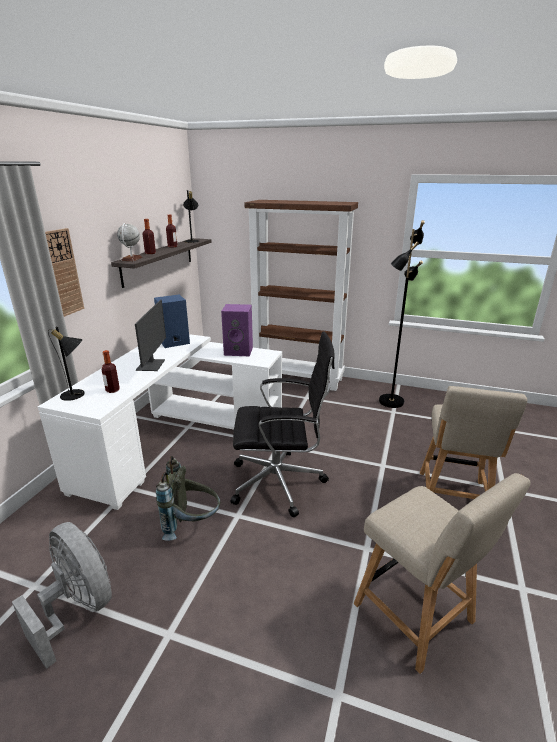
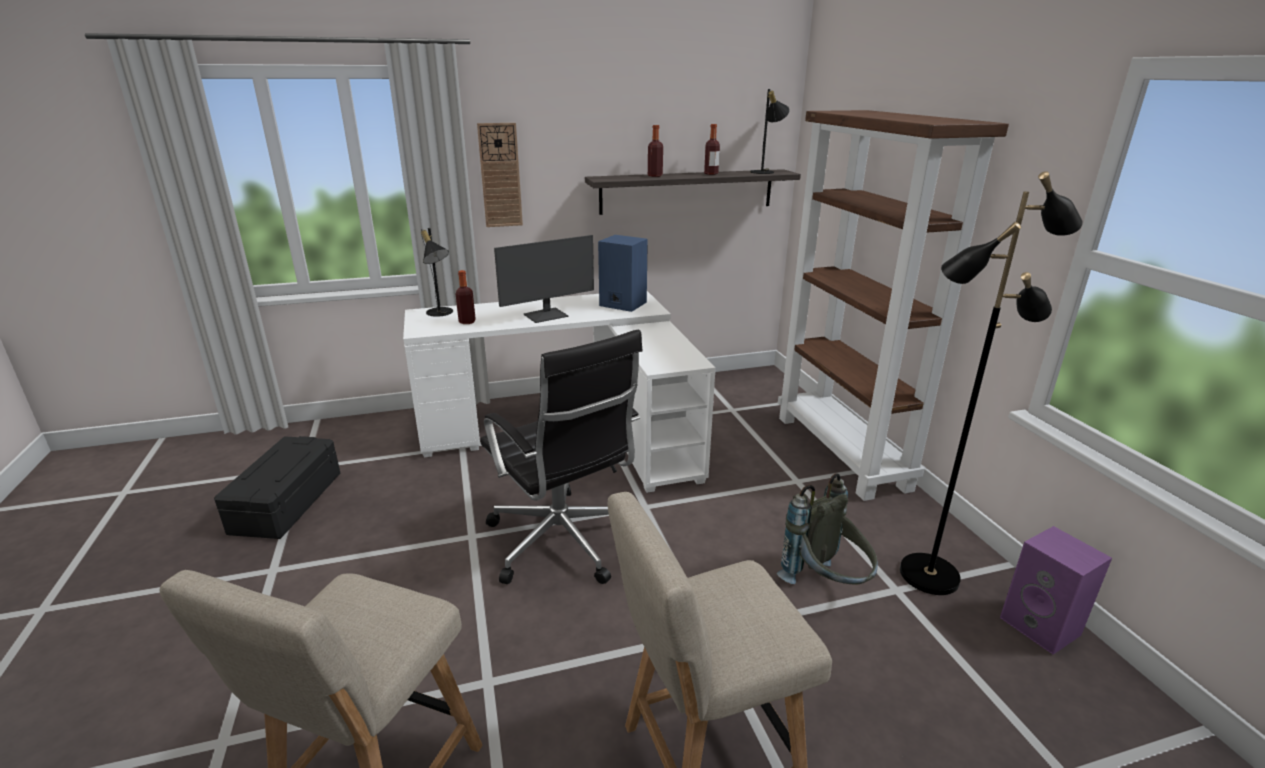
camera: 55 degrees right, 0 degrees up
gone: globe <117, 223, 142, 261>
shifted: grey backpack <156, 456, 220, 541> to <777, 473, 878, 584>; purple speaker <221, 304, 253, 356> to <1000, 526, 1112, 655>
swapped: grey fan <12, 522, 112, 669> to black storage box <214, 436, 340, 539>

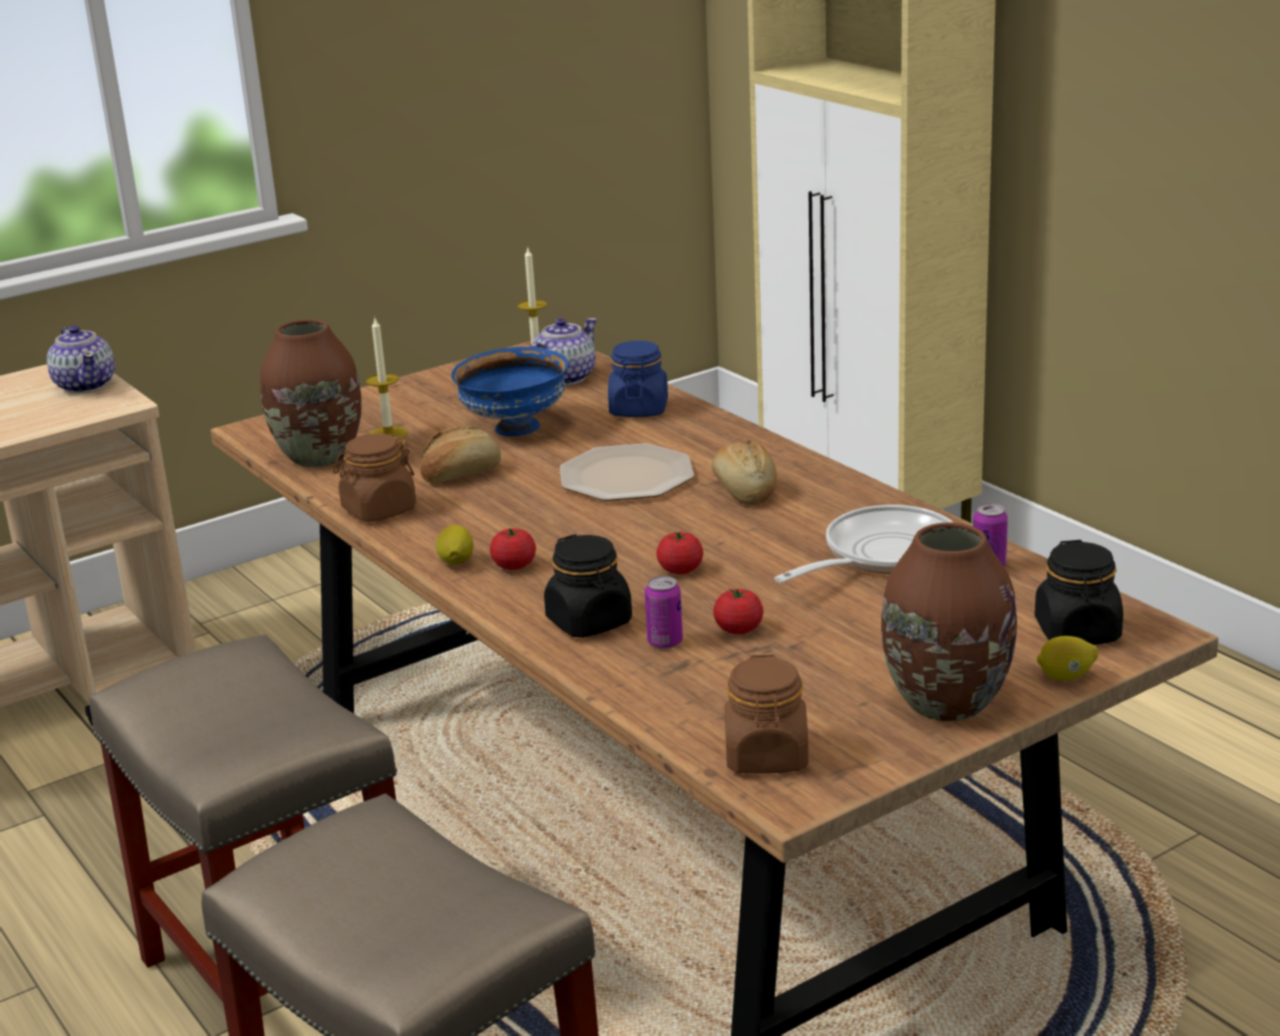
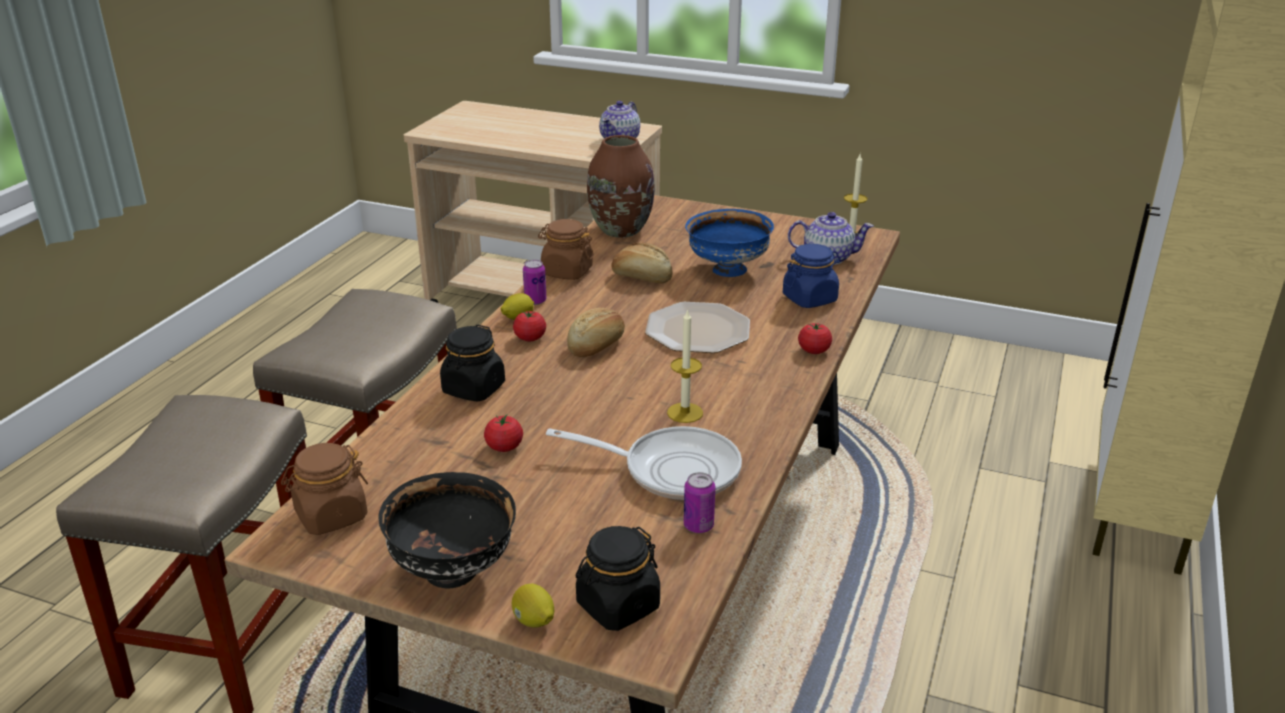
camera: 55 degrees right, 5 degrees up
shifted: can <645, 576, 683, 649> to <523, 260, 546, 305>; bread <712, 440, 777, 505> to <567, 308, 625, 357>; candle <366, 316, 408, 440> to <667, 309, 703, 423>; tomato <656, 532, 703, 574> to <798, 323, 832, 354>
swapped: brown vase <881, 522, 1017, 721> to black bowl <378, 472, 516, 589>

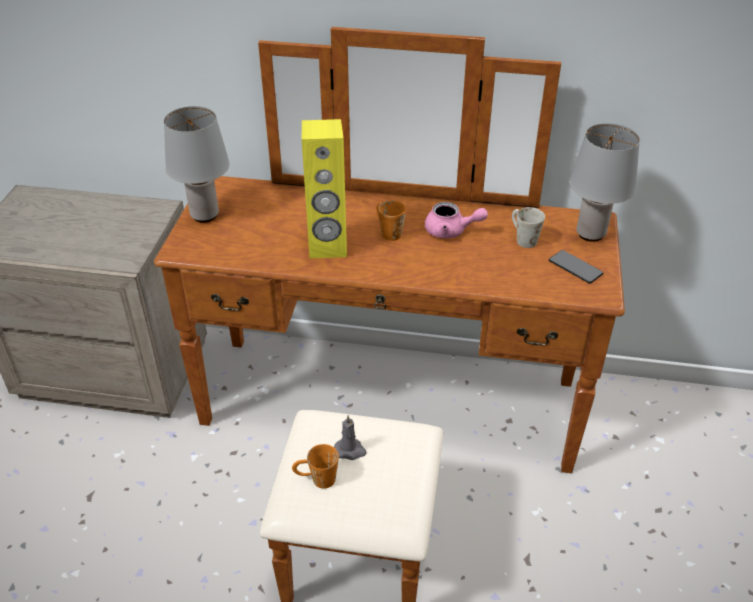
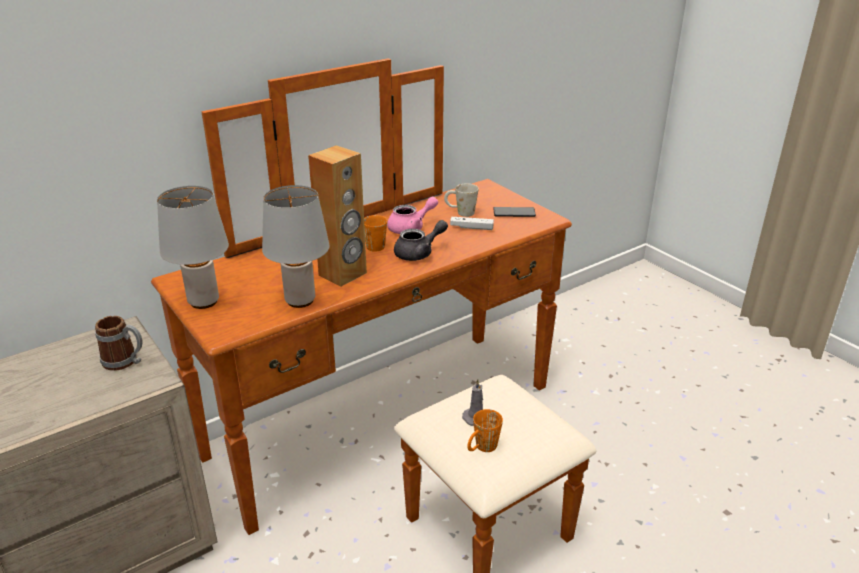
camera: 45 degrees left, 10 degrees down
new: mug <95, 316, 143, 371>; grey teapot <394, 220, 448, 261>; white game controller <450, 217, 494, 230>
shifted: grey table lamp <569, 124, 640, 242> to <262, 185, 329, 308>
repainted: yellow speaker <302, 119, 347, 258> to brown speaker <308, 145, 367, 287>

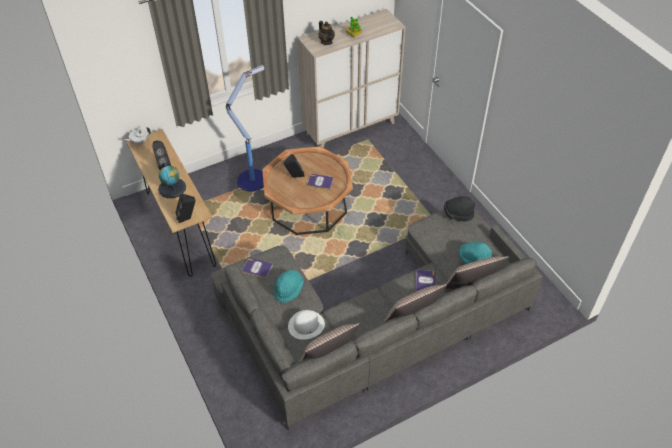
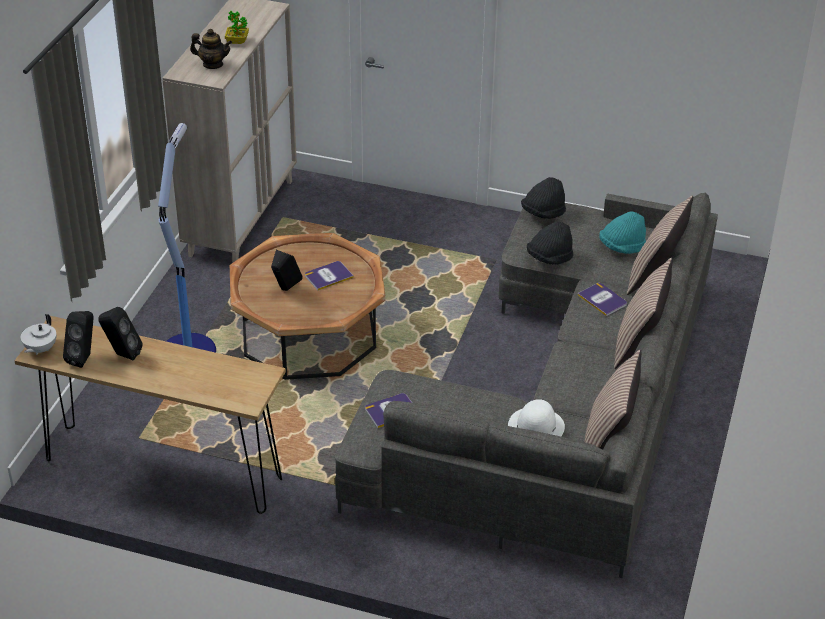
camera: 45 degrees left, 10 degrees down
gone: globe <158, 163, 186, 198>; turquoise hat <274, 270, 304, 303>
new: black hat <527, 221, 573, 265>
shifted: black speaker <176, 194, 196, 223> to <63, 311, 94, 368>

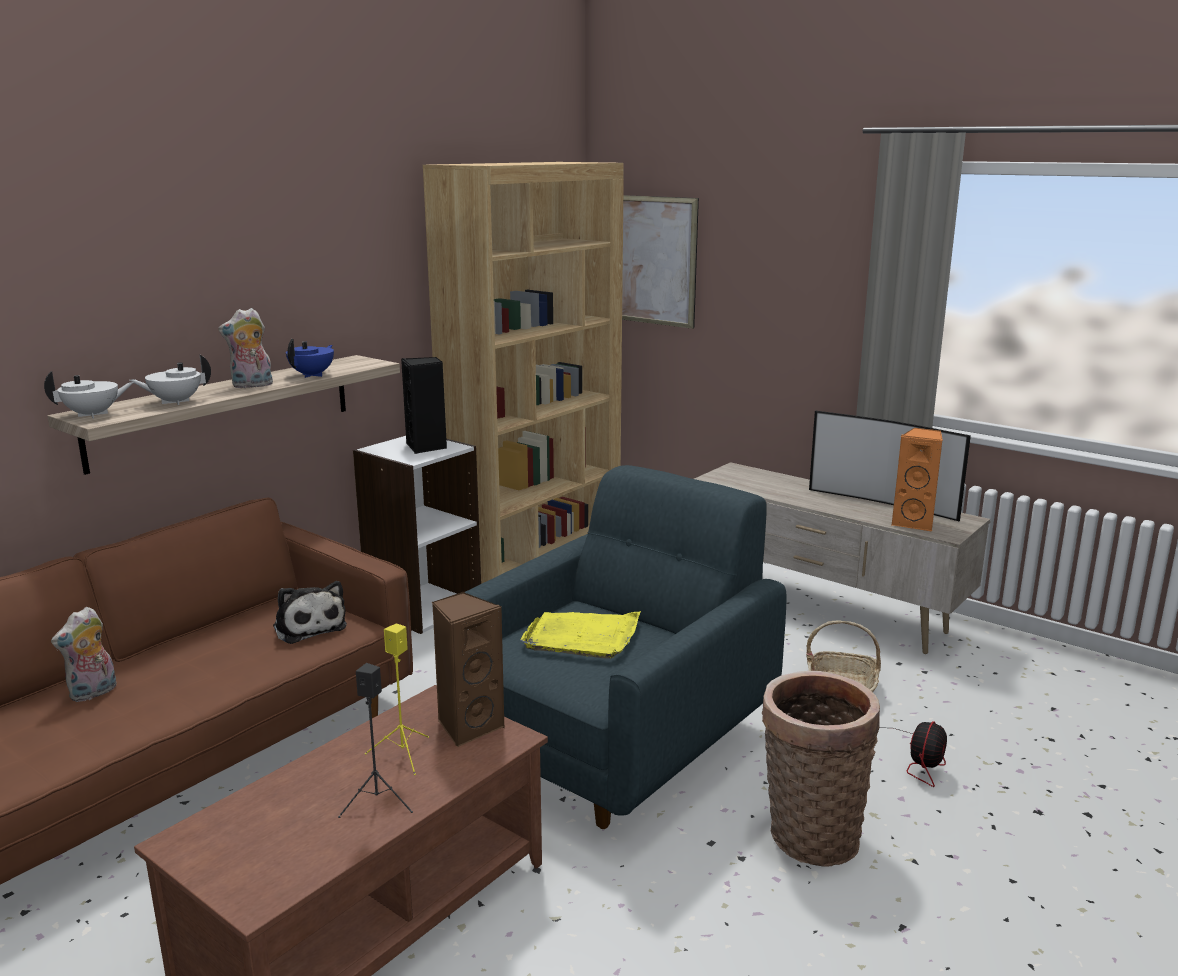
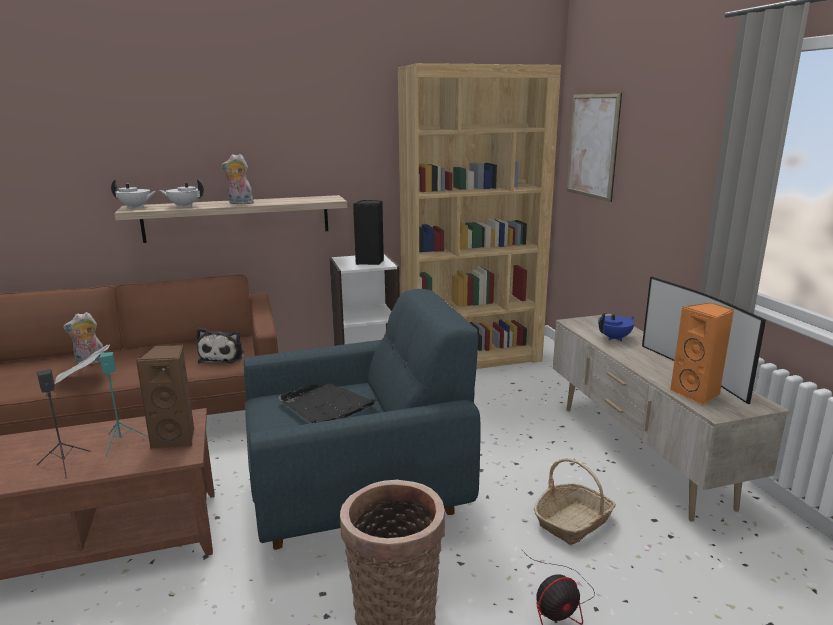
camera: 35 degrees right, 0 degrees up
new: newspaper <54, 345, 110, 384>
shifted: blue teapot <286, 339, 334, 378> to <598, 313, 635, 341>
repainted: yellow speaker <365, 623, 429, 775> to turquoise speaker <100, 352, 148, 457>; yellow tray <520, 611, 641, 659> to black tray <278, 383, 378, 423>

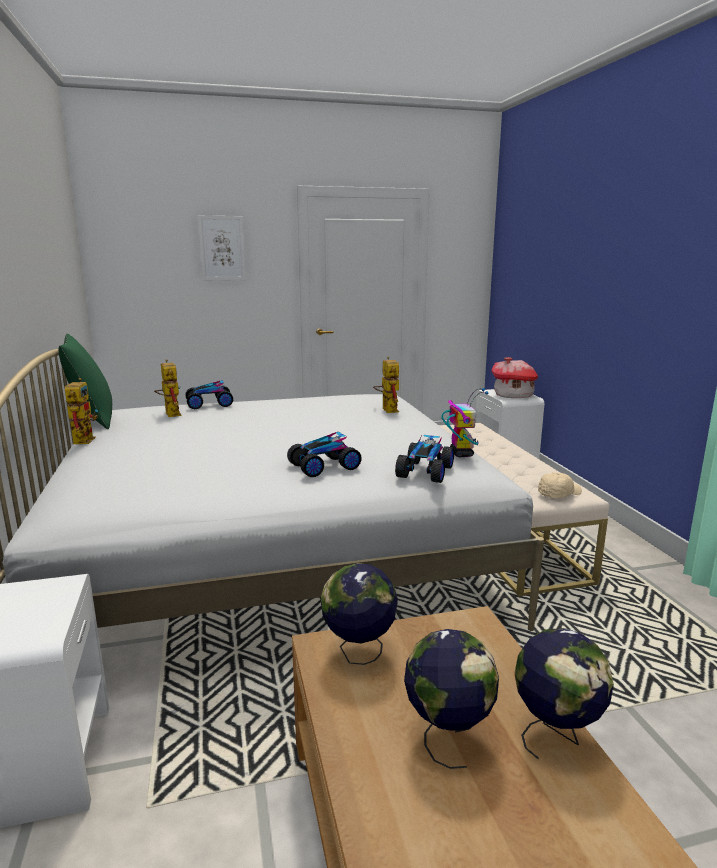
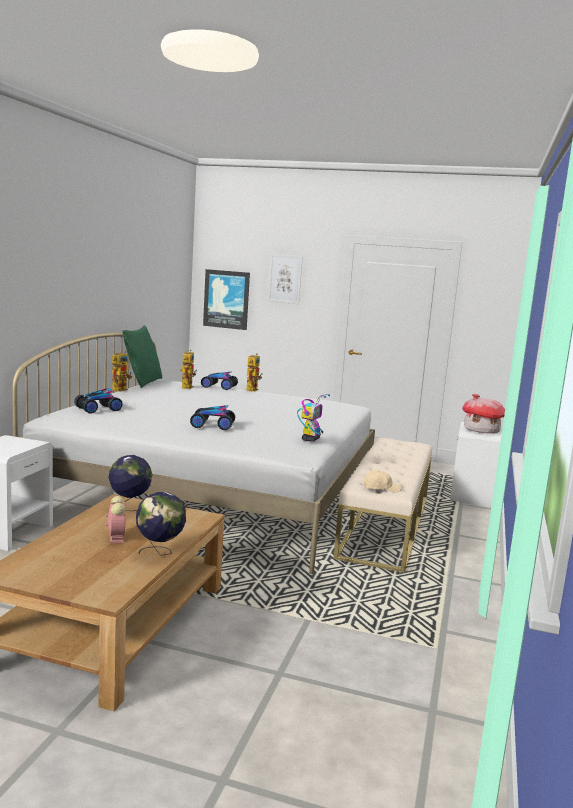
camera: 30 degrees right, 5 degrees down
new: picture <203, 269, 250, 330>
shifted: toy car <395, 435, 454, 483> to <74, 388, 123, 414>; toy robot <373, 357, 399, 413> to <246, 353, 263, 392>
swapped: globe <404, 629, 499, 769> to alarm clock <106, 496, 126, 543>

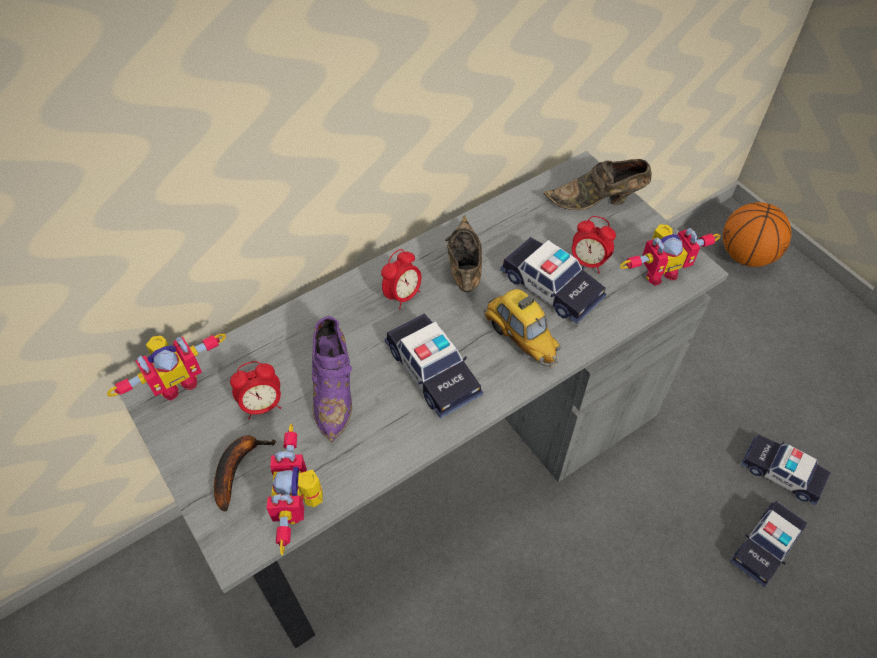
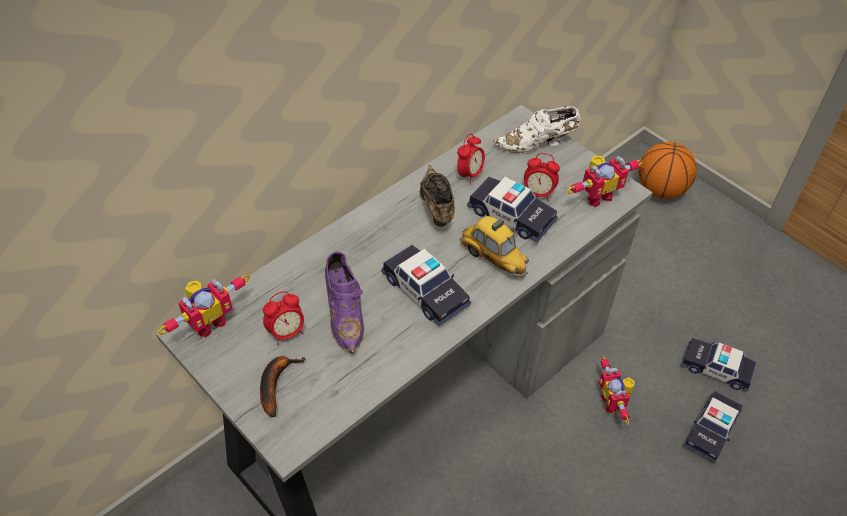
camera: 10 degrees left, 5 degrees down
shifted: alarm clock <381, 249, 422, 309> to <457, 134, 485, 184>; toy robot <267, 424, 323, 555> to <599, 355, 635, 424>
repainted: brown shoe <544, 159, 652, 210> to white shoe <493, 106, 580, 153>

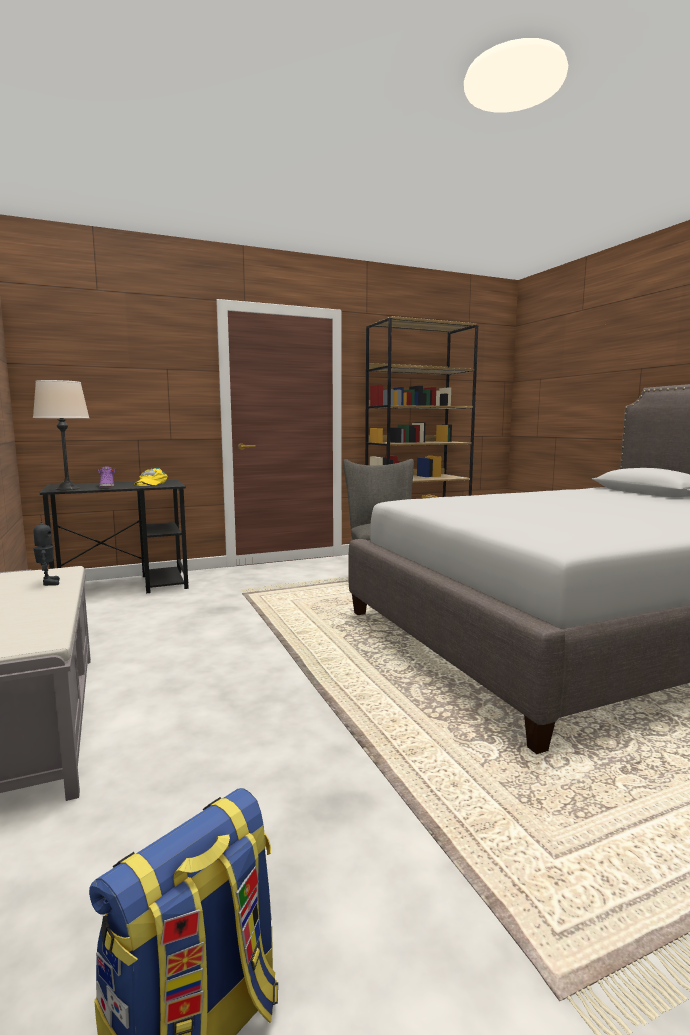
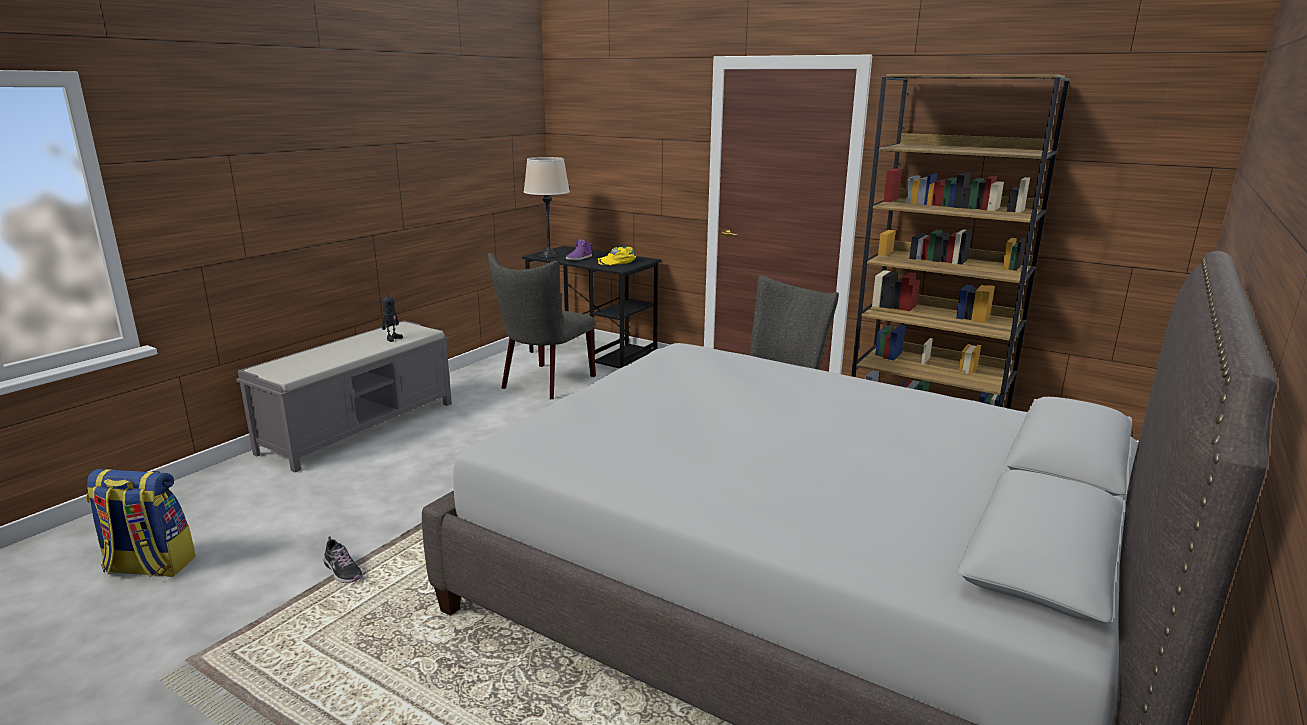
camera: 55 degrees right, 10 degrees up
new: shoe <324, 536, 363, 583>; grey chair <488, 253, 596, 399>

